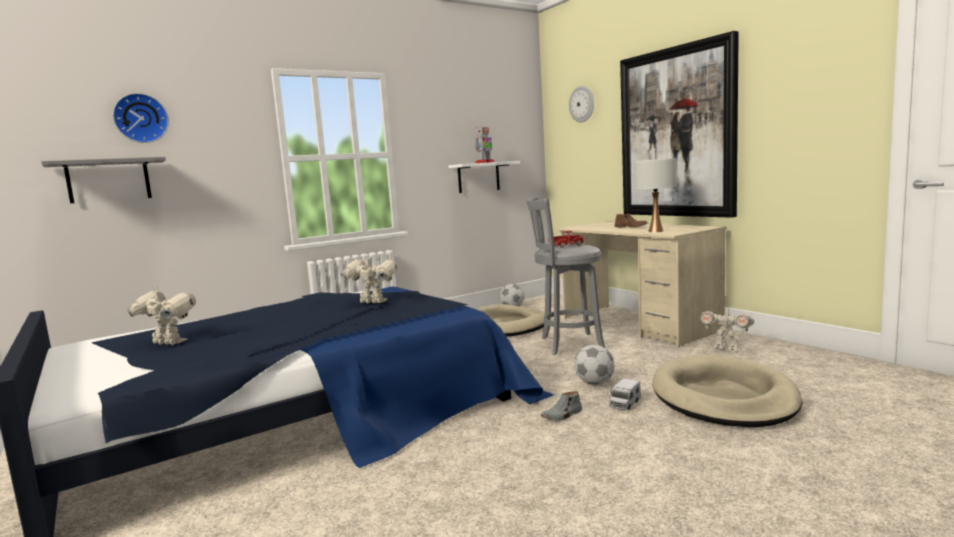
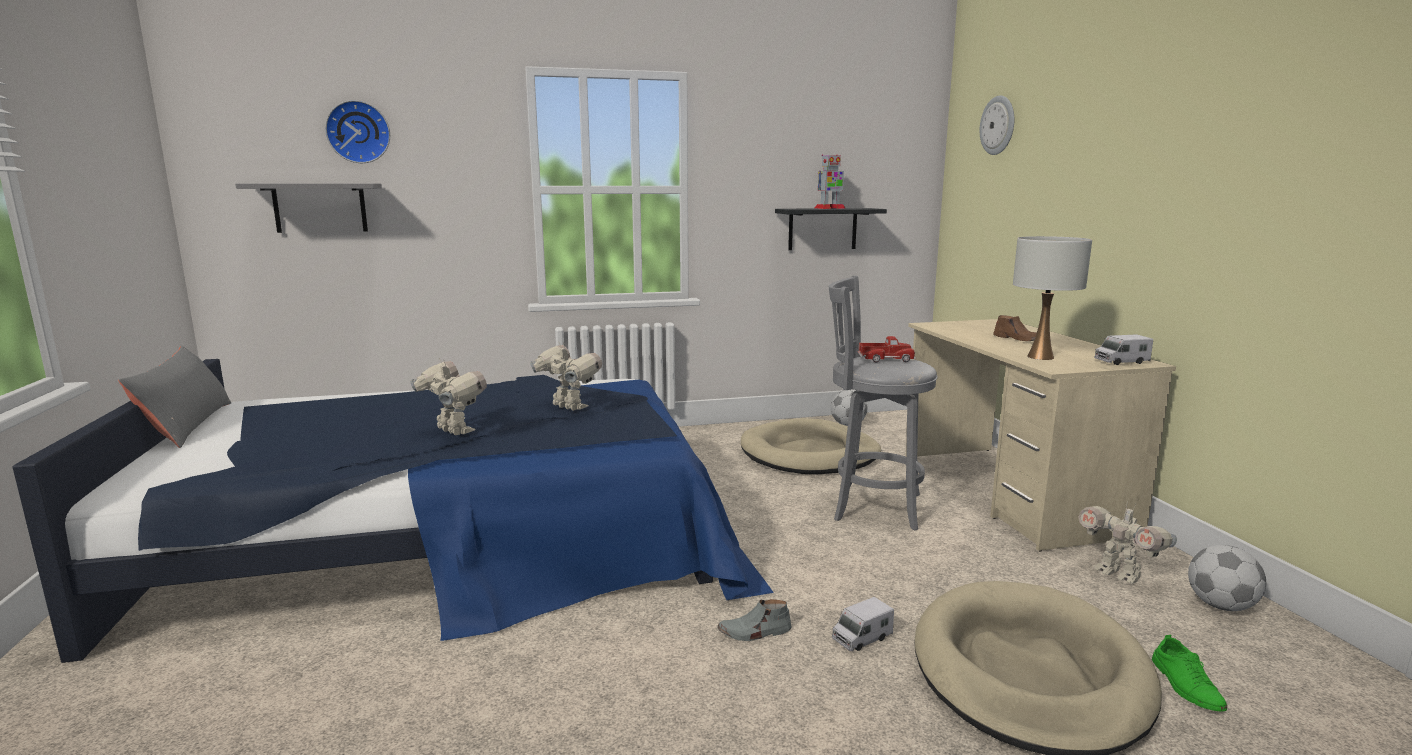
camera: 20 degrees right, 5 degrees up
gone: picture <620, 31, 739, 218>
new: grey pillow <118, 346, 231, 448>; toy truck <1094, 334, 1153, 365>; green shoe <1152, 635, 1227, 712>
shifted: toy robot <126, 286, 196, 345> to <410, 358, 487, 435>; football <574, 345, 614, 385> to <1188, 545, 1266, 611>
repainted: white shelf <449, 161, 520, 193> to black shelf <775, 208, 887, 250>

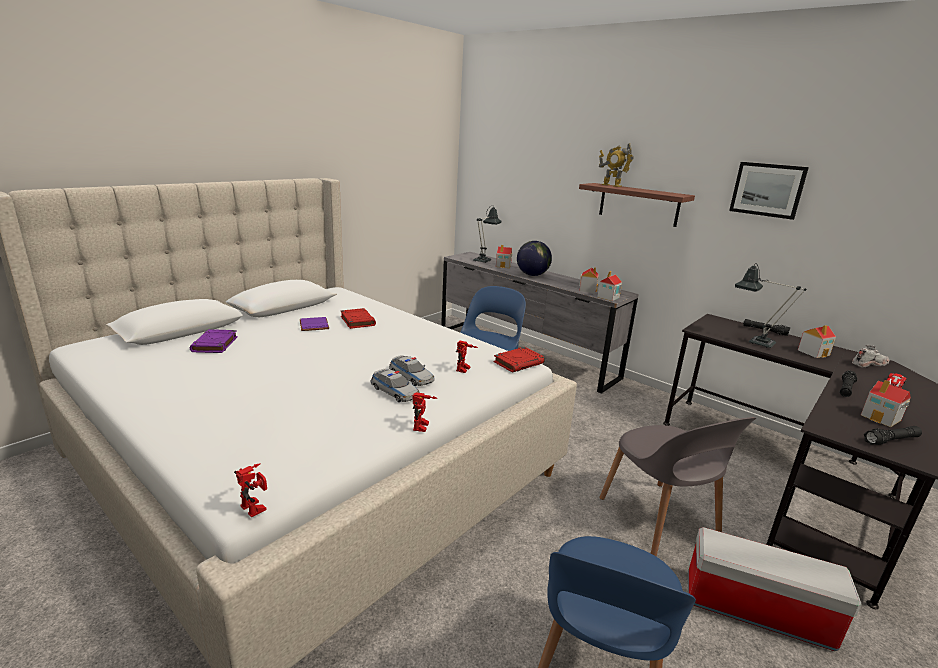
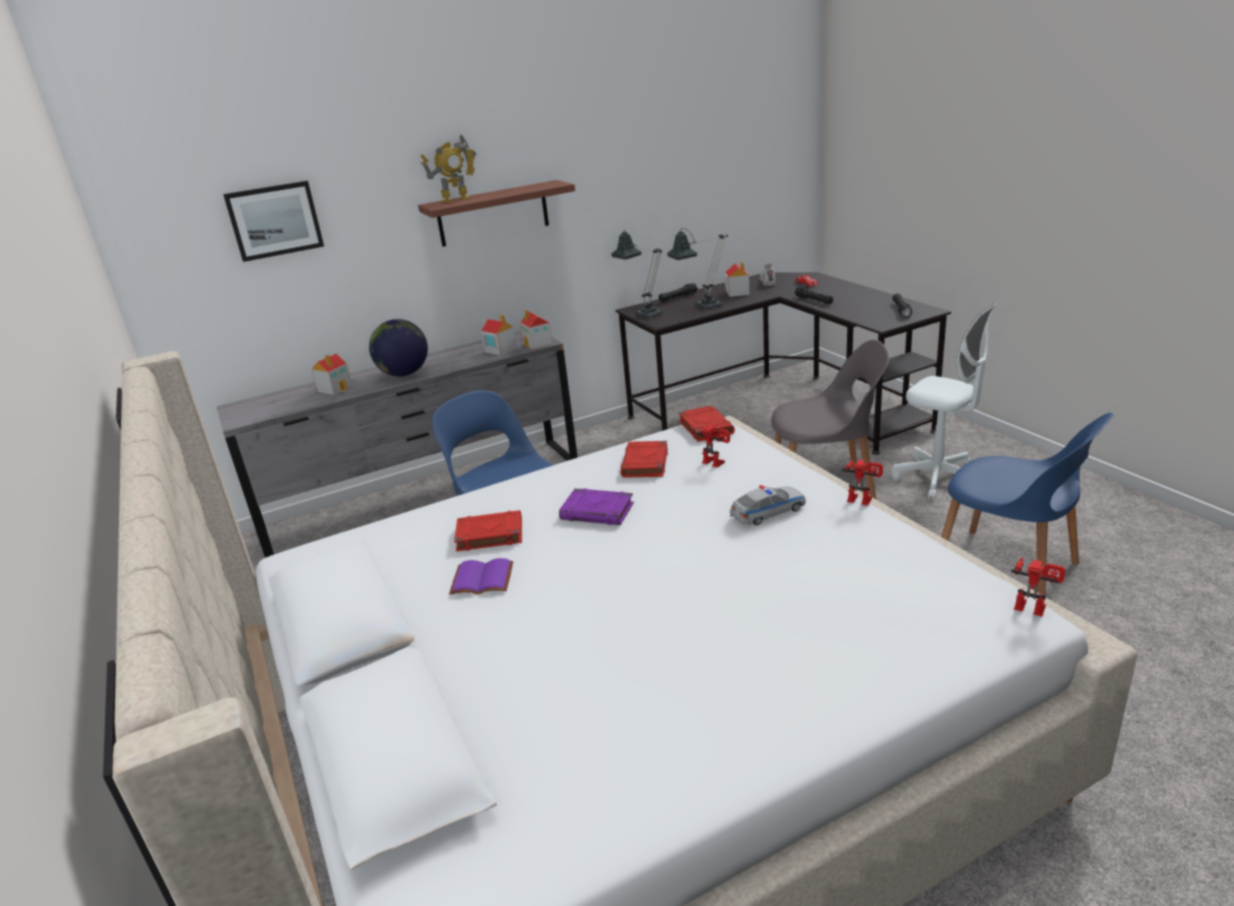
camera: 65 degrees left, 5 degrees up
gone: toy car <389, 355, 435, 386>; toy house <861, 380, 911, 427>
new: red book <620, 441, 668, 477>
shifted: picture <729, 162, 809, 220> to <223, 181, 324, 262>; purple book <190, 329, 238, 353> to <559, 488, 634, 525>; table lamp <474, 205, 502, 263> to <611, 229, 664, 318>
swapped: storage box <688, 527, 862, 651> to white office chair <892, 303, 997, 500>
rotated: toy robot <234, 464, 267, 518> = <1011, 557, 1065, 617> 60 degrees clockwise

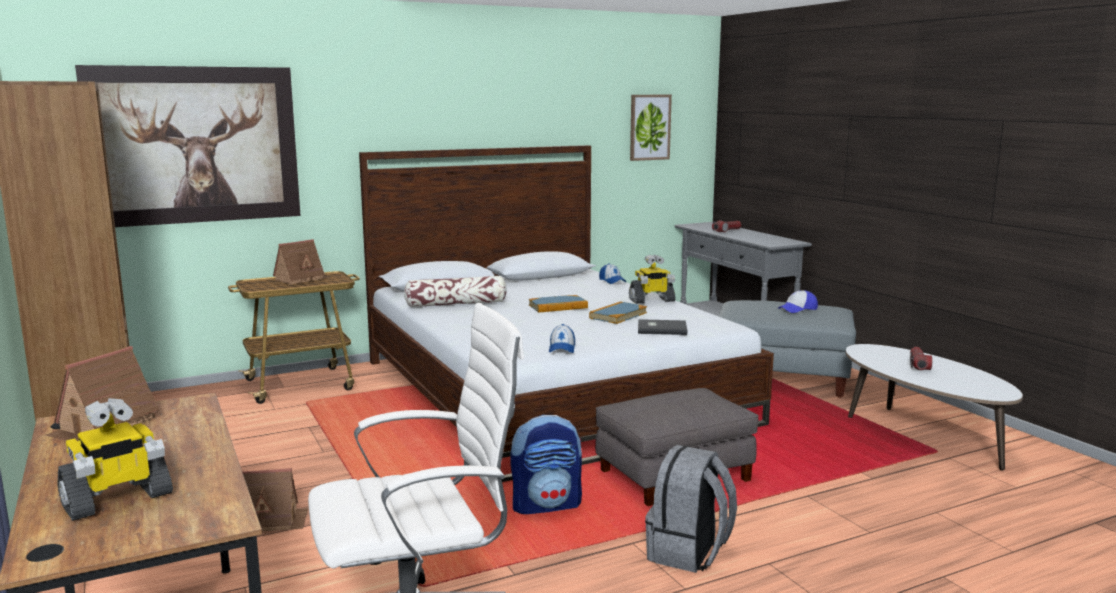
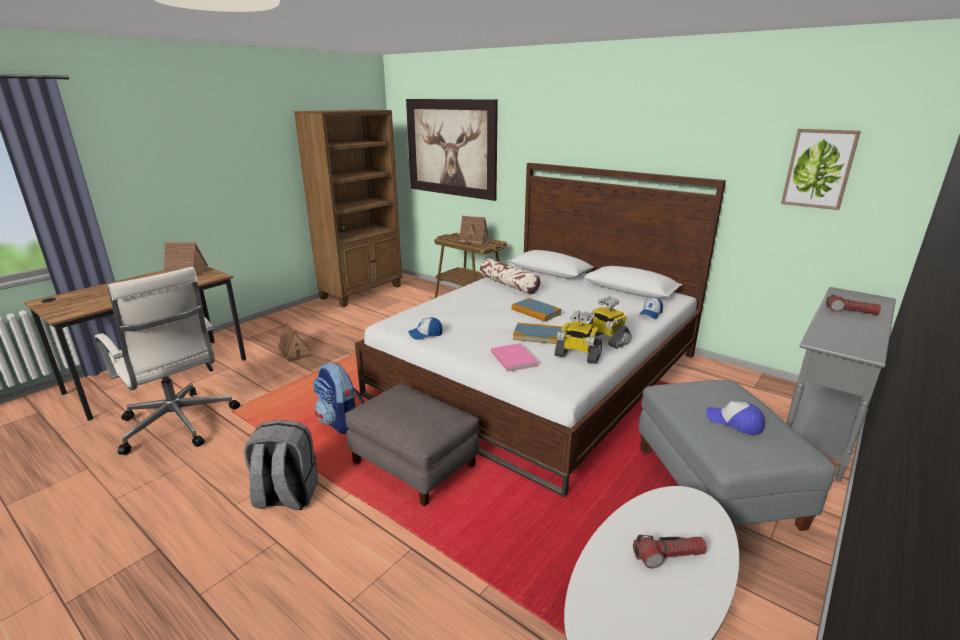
camera: 65 degrees right, 10 degrees up
shifted: toy robot <57, 398, 173, 521> to <554, 311, 602, 364>
repainted: grey book <638, 319, 687, 335> to pink book <491, 343, 538, 372>

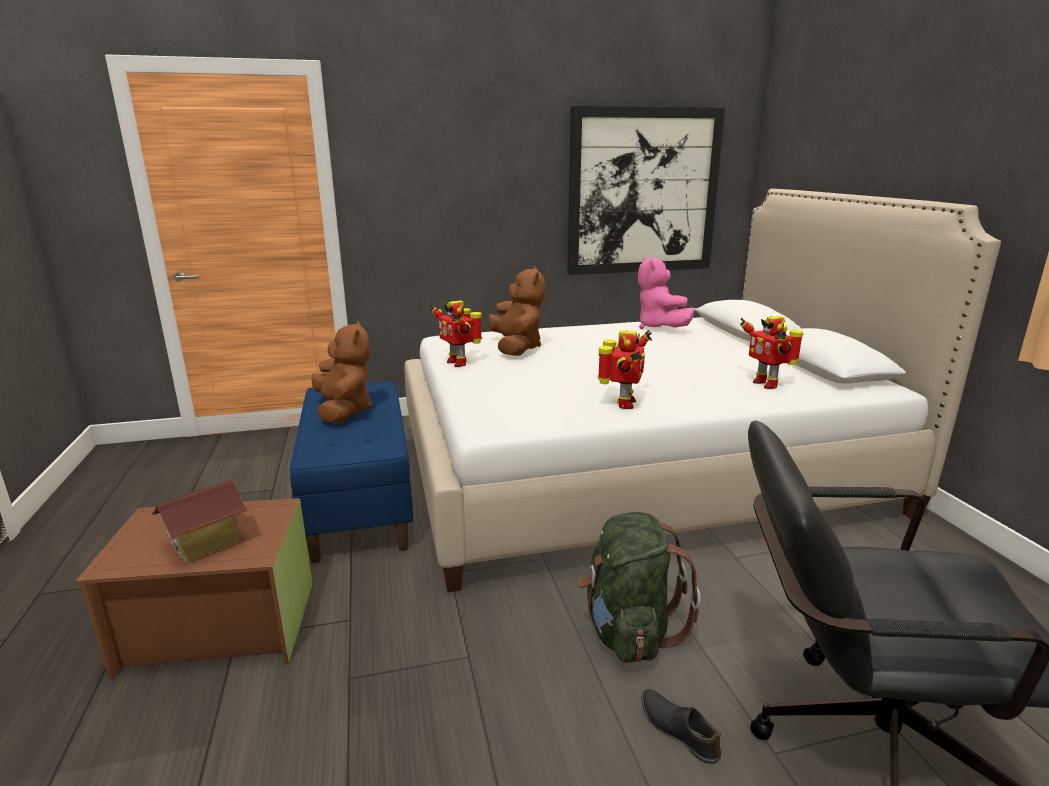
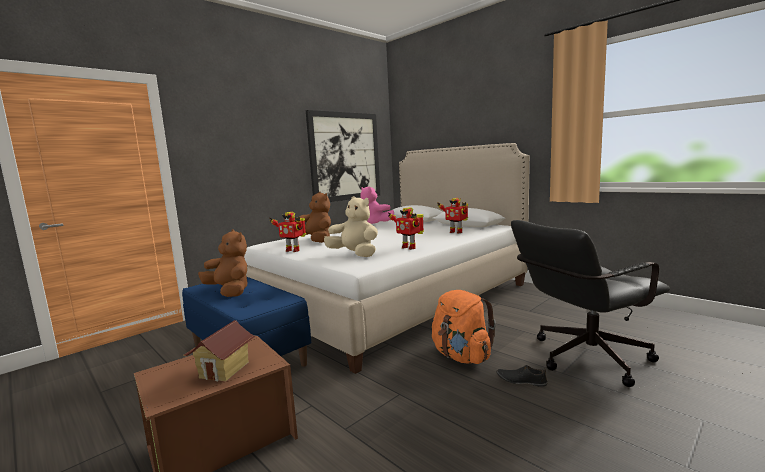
camera: 30 degrees left, 10 degrees down
new: beige plush toy <324, 196, 378, 257>
repainted: green backpack <578, 512, 701, 663> to orange backpack <432, 290, 496, 364>
rotated: toy robot <598, 330, 652, 409> = <388, 207, 424, 250> 150 degrees clockwise

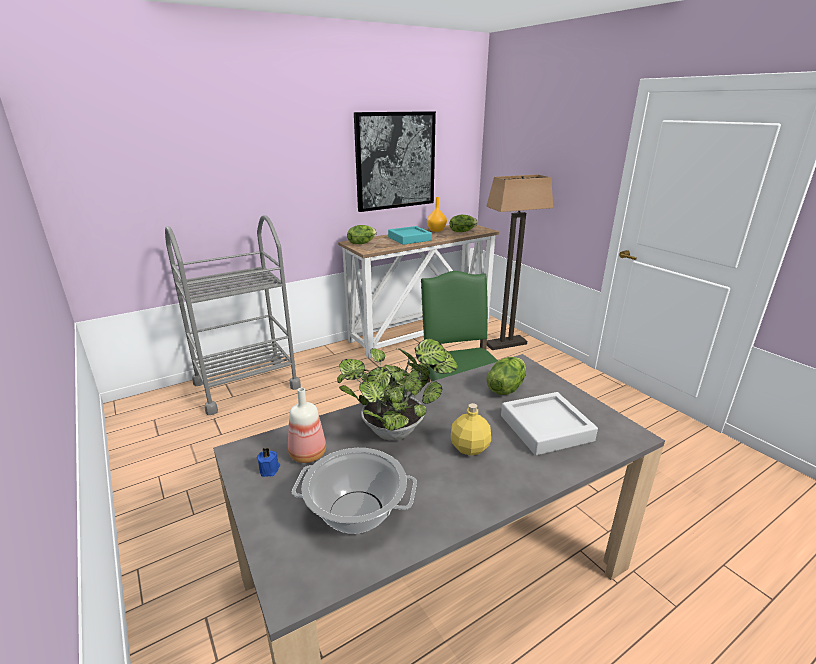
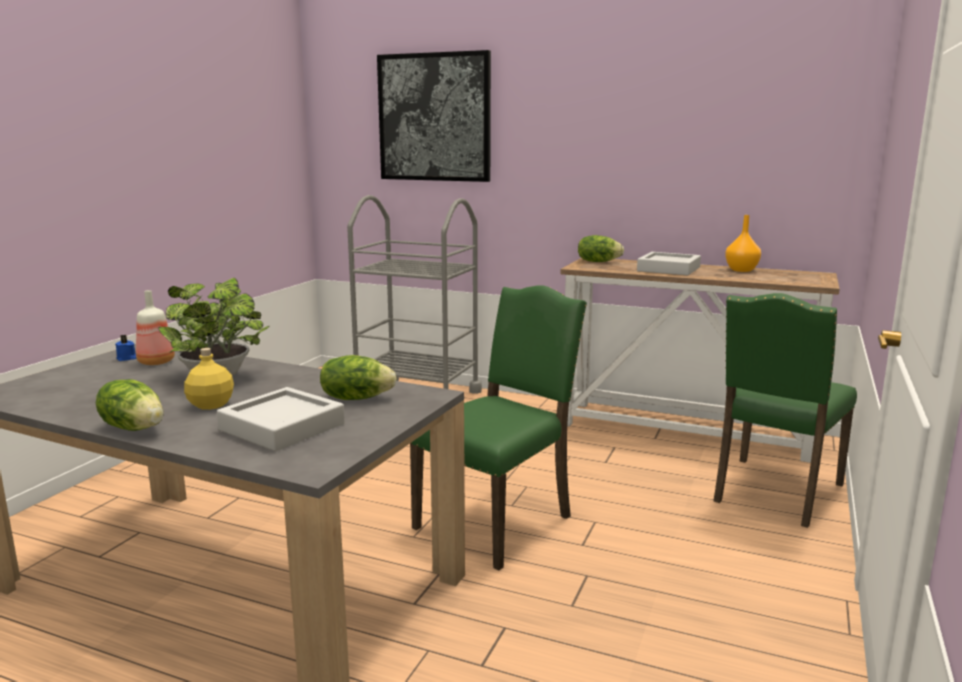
camera: 55 degrees right, 10 degrees down
gone: cooking pot <292, 448, 417, 534>
shifted: lettuce <450, 215, 478, 232> to <96, 379, 164, 431>; picture <354, 111, 436, 212> to <377, 50, 491, 182>
swapped: floor lamp <486, 174, 553, 350> to green chair <713, 293, 857, 528>
repainted: turquoise tray <388, 226, 432, 245> to grey tray <637, 252, 701, 276>

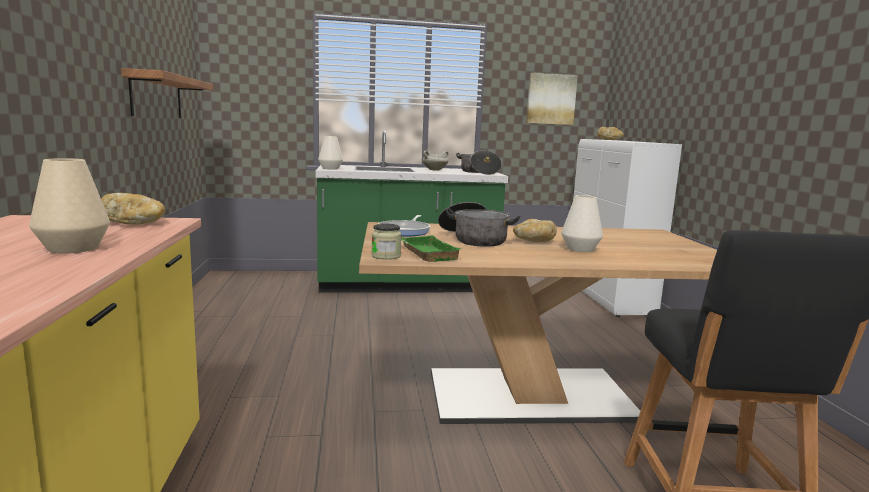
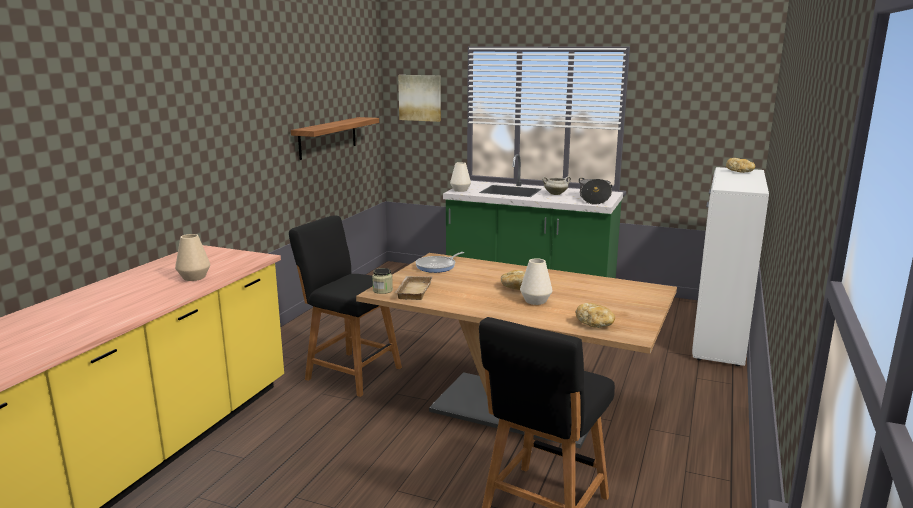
camera: 30 degrees right, 5 degrees up
gone: cooking pot <438, 202, 520, 247>
new: black stool <289, 215, 402, 397>
shifted: picture <526, 73, 578, 125> to <398, 75, 441, 122>; bread <101, 193, 165, 225> to <576, 303, 615, 328>
repainted: green tray <401, 236, 463, 262> to beige tray <395, 276, 432, 300>

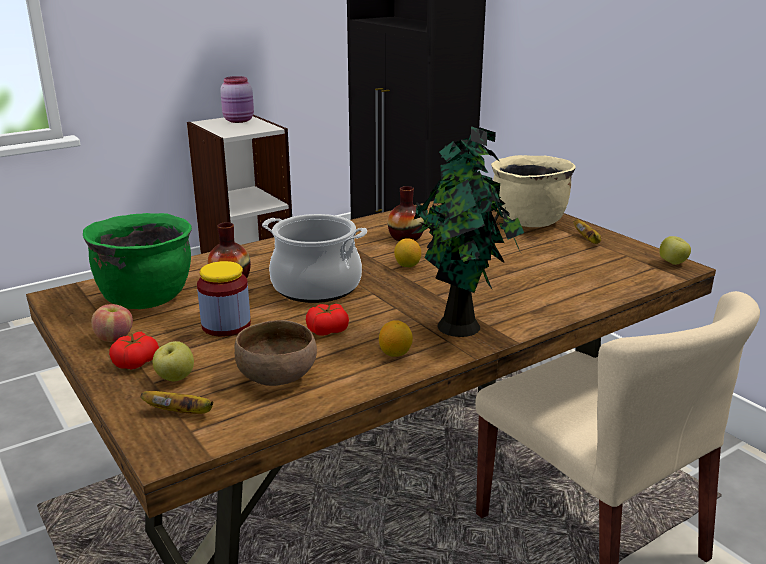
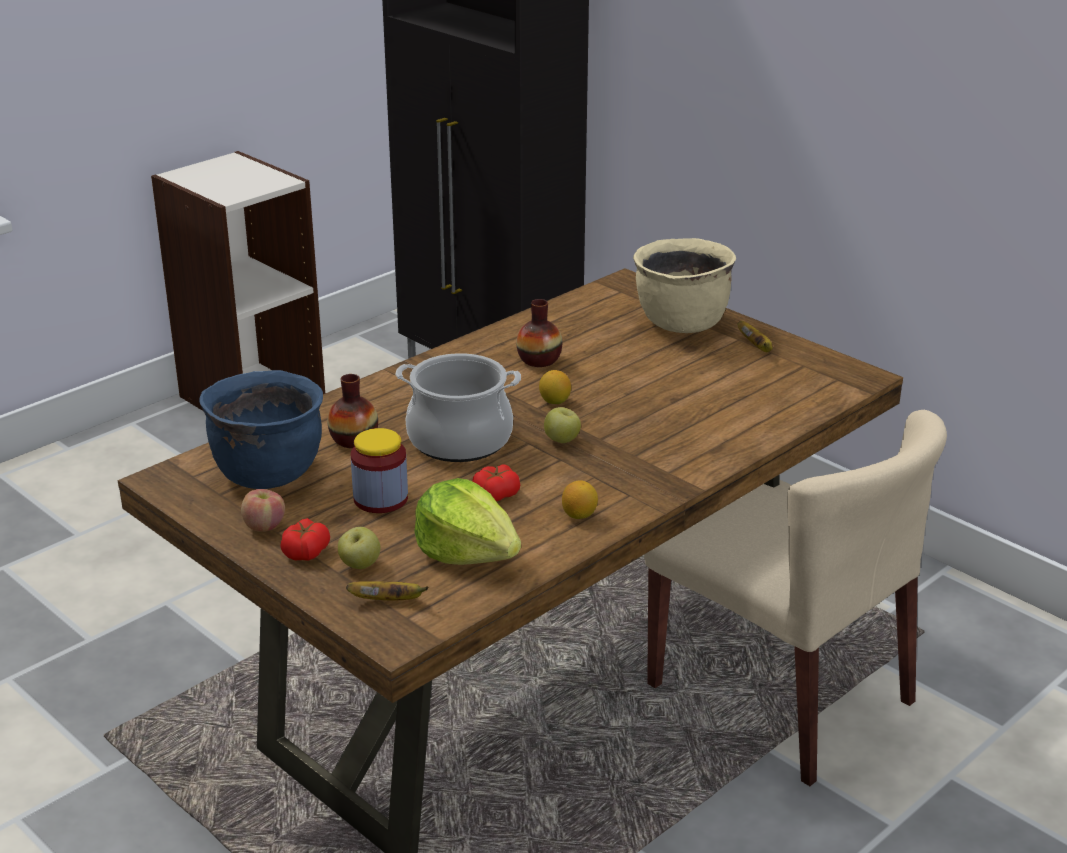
camera: 10 degrees left, 5 degrees up
gone: pink jar <220, 76, 254, 123>; potted plant <412, 126, 524, 337>
shifted: apple <659, 236, 691, 265> to <544, 407, 581, 443>
swapped: brown bowl <234, 320, 317, 386> to lettuce <414, 478, 521, 565>
repainted: green cooking pot <83, 213, 192, 309> to blue cooking pot <199, 370, 323, 489>

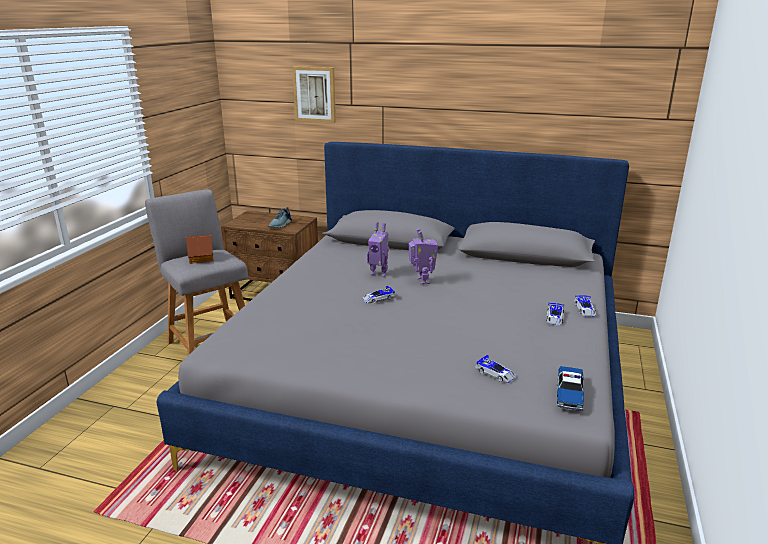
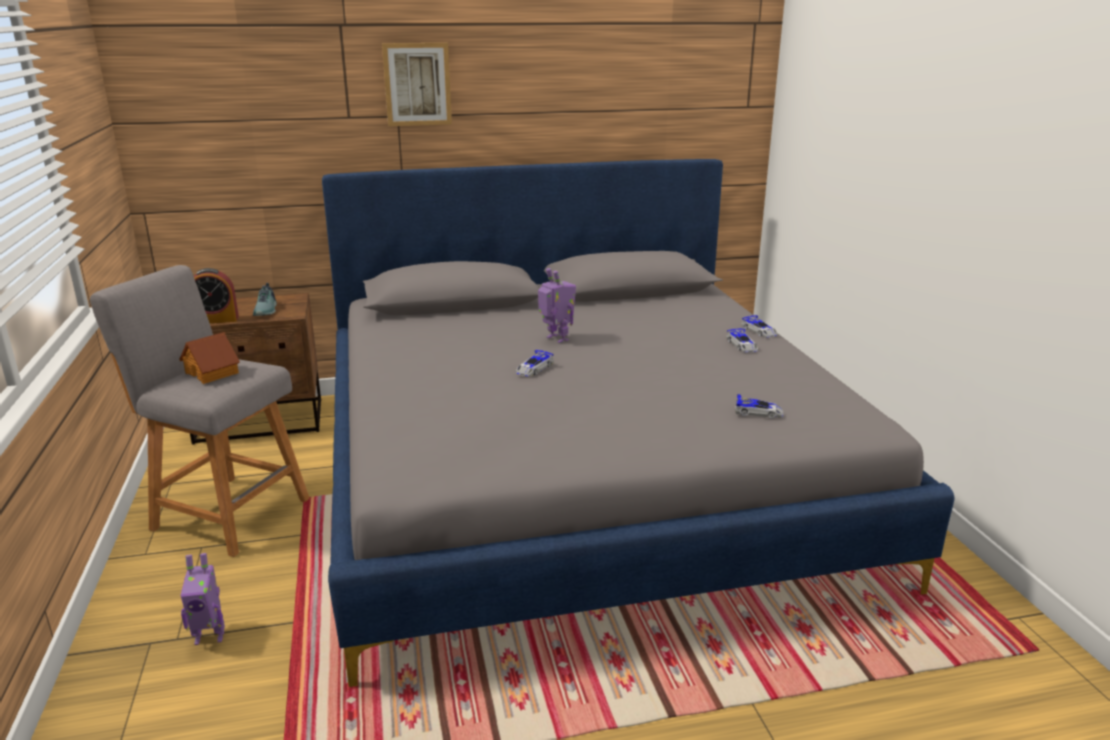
camera: 30 degrees left, 0 degrees up
gone: toy car <556, 366, 586, 411>
new: alarm clock <194, 268, 239, 323>
shifted: toy robot <367, 222, 389, 277> to <180, 553, 225, 645>; picture <292, 67, 336, 123> to <382, 43, 452, 126>

